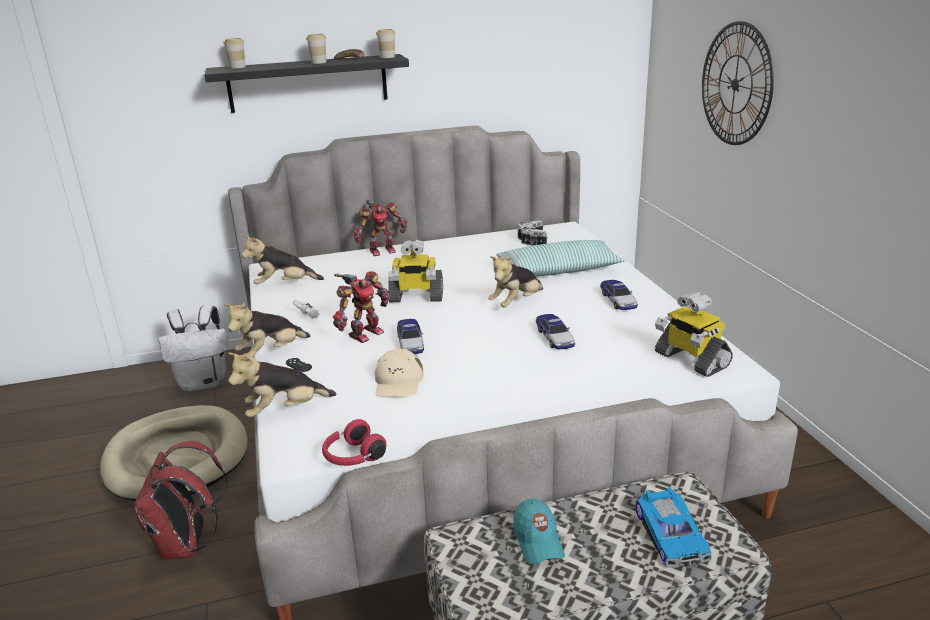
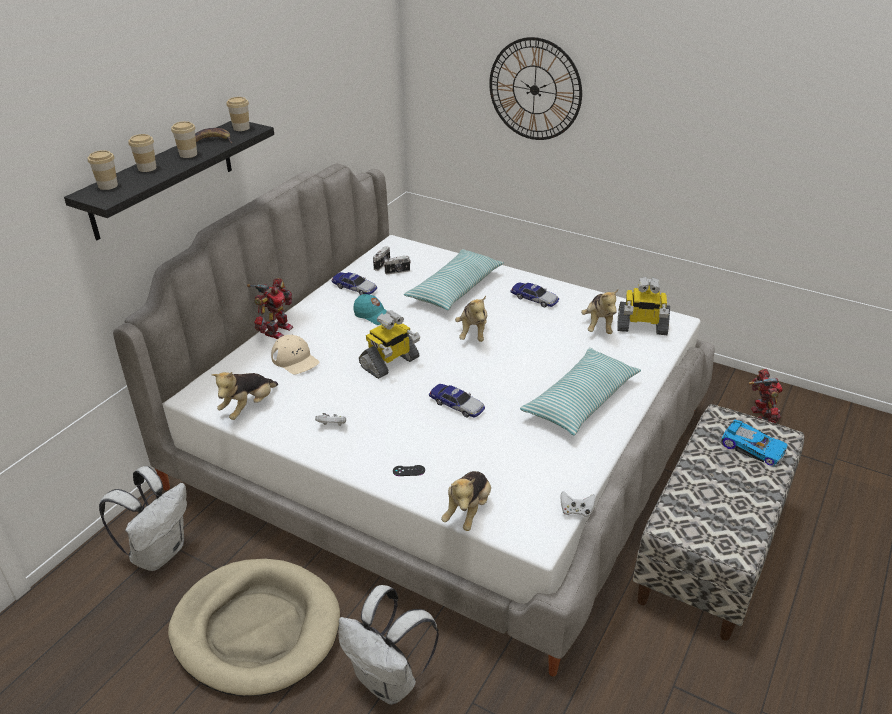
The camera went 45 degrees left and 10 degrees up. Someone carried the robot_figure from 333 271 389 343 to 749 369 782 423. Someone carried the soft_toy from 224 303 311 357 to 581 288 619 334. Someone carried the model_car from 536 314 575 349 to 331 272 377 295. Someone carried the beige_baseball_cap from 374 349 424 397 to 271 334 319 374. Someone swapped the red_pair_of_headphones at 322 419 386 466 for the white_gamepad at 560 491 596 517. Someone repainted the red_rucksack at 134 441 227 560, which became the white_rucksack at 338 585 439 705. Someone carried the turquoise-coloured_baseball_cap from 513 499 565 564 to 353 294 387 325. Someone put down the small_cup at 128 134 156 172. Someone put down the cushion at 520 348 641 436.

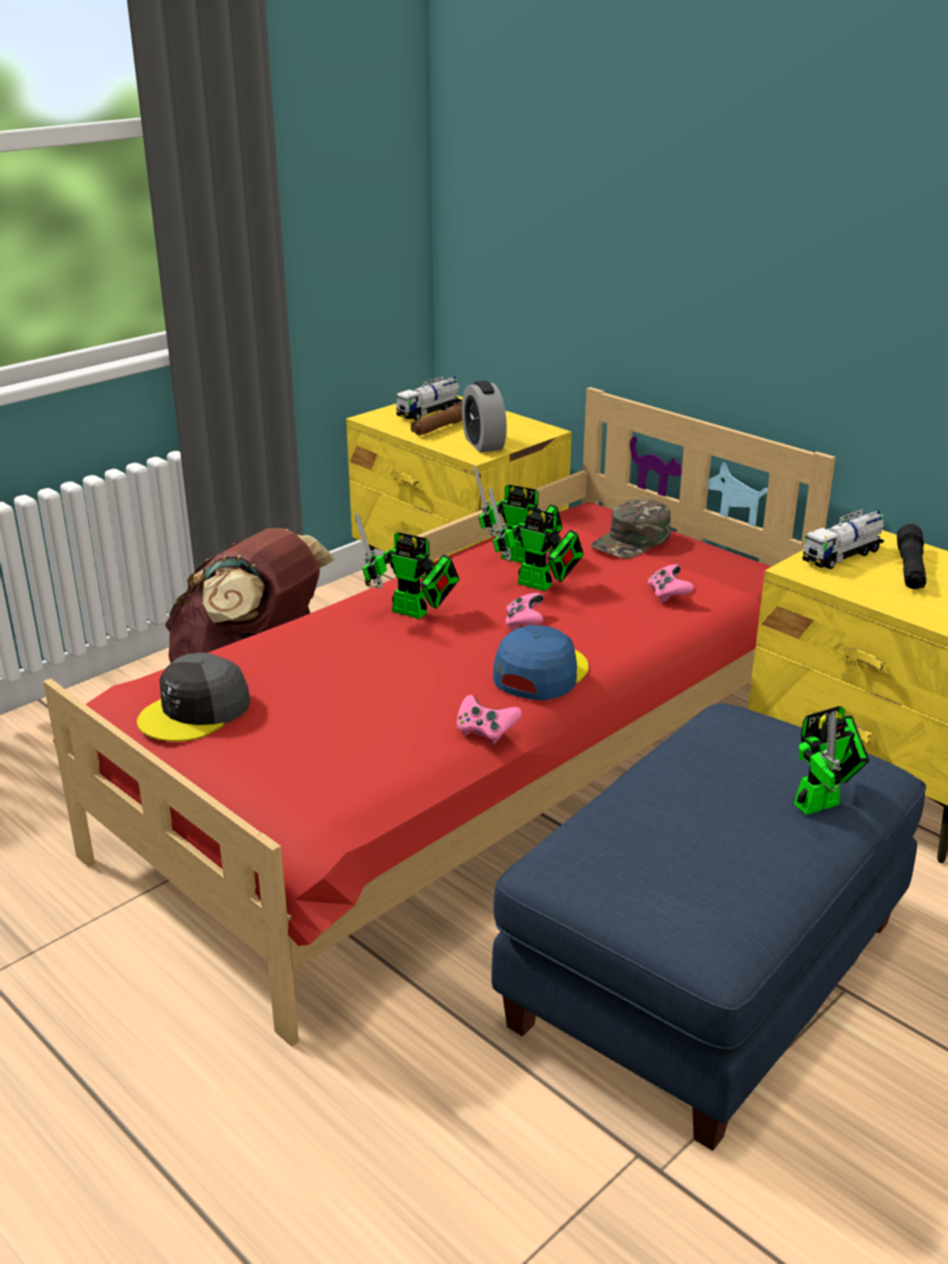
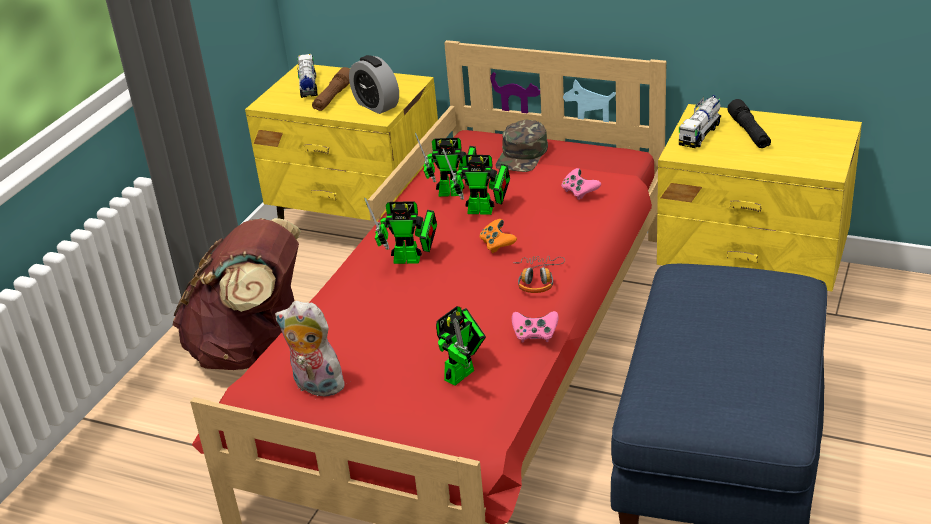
The camera went 20 degrees left and 5 degrees up. Someone rotated the toy_truck at 396 376 462 420 by 150 degrees clockwise. Someone repainted the pinkish_gamepad at 505 593 543 631, which became the orange_gamepad at 479 219 517 253. Someone swapped the blue-coloured_baseball_cap at 493 625 589 700 for the pair_of_headphones at 516 256 565 293. Someone swapped the gray_baseball_cap at 137 652 250 742 for the soft_toy at 275 301 347 397. Someone carried the robot_figure from 794 706 869 815 to 436 306 486 386.

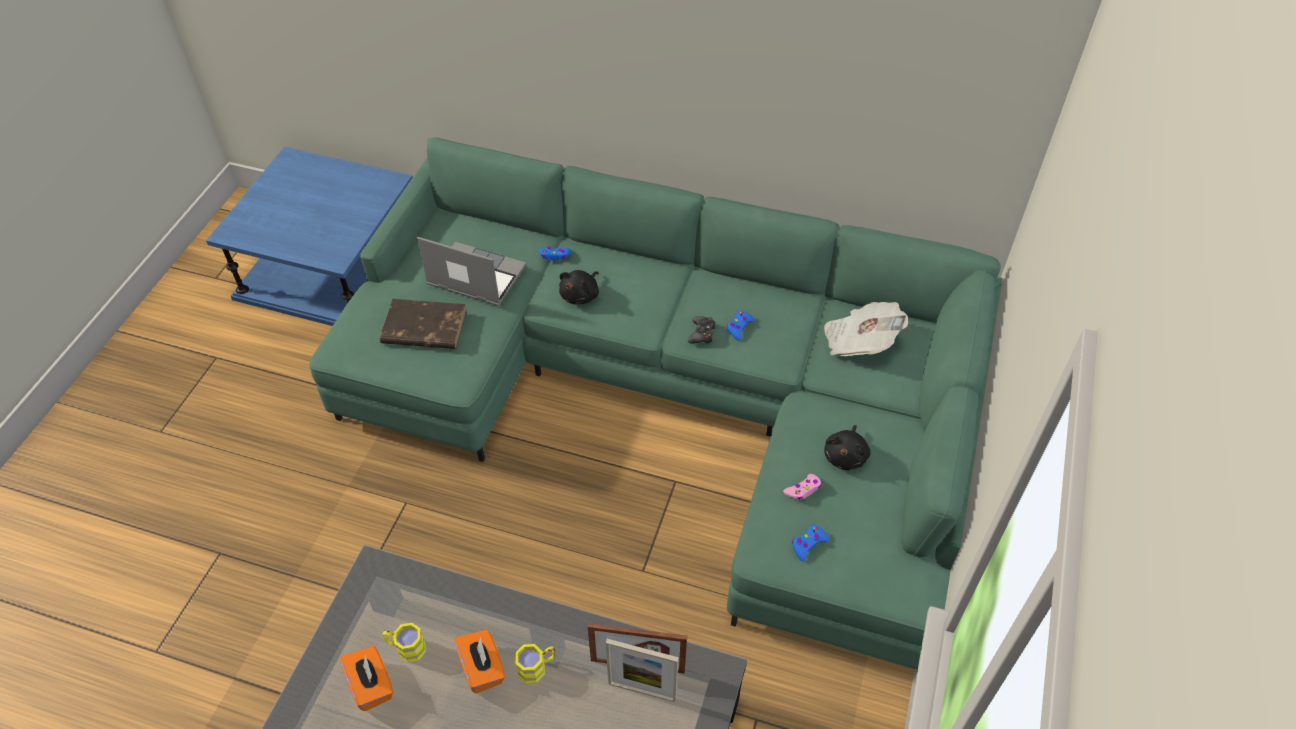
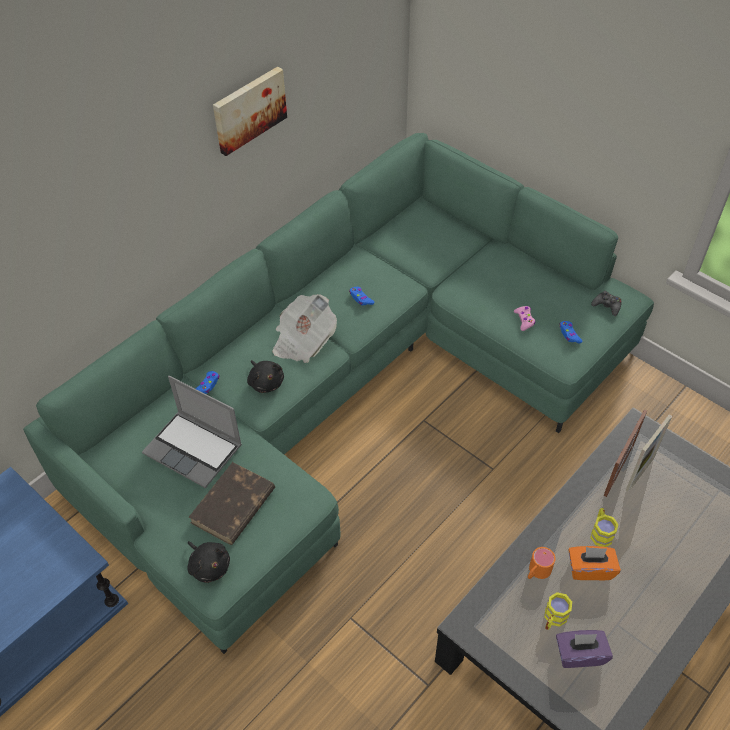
The camera went 65 degrees left and 0 degrees up. Someone rotated the laptop at 417 237 526 306 by 105 degrees counterclockwise. Someone carried the newspaper from 824 302 908 356 to 273 294 337 363. Someone carried the black-coloured_gamepad from 688 316 716 344 to 591 291 621 316. Someone carried the black-coloured_soft_toy from 824 425 871 470 to 187 541 230 583. Someone repainted the orange_tissue_holder at 340 646 394 711, which became the purplish_tissue_holder at 556 630 613 668. Someone put up the picture at 213 67 287 156. Someone put down the orange_mug at 528 547 556 579.

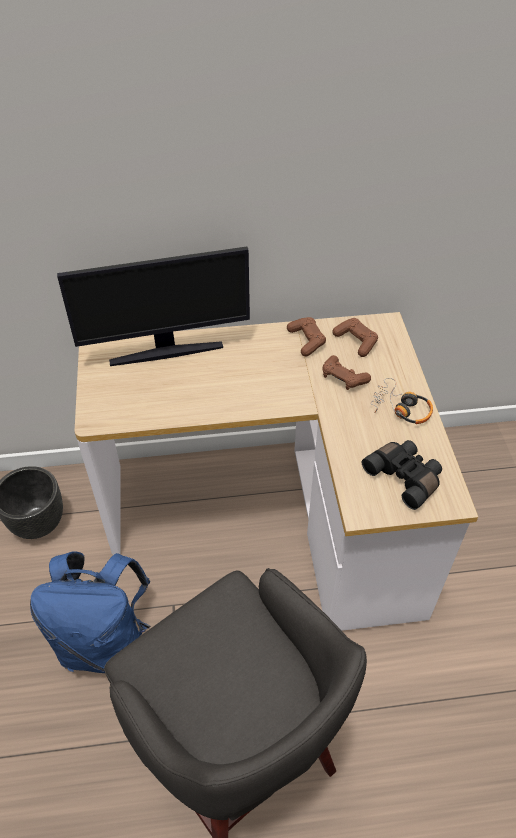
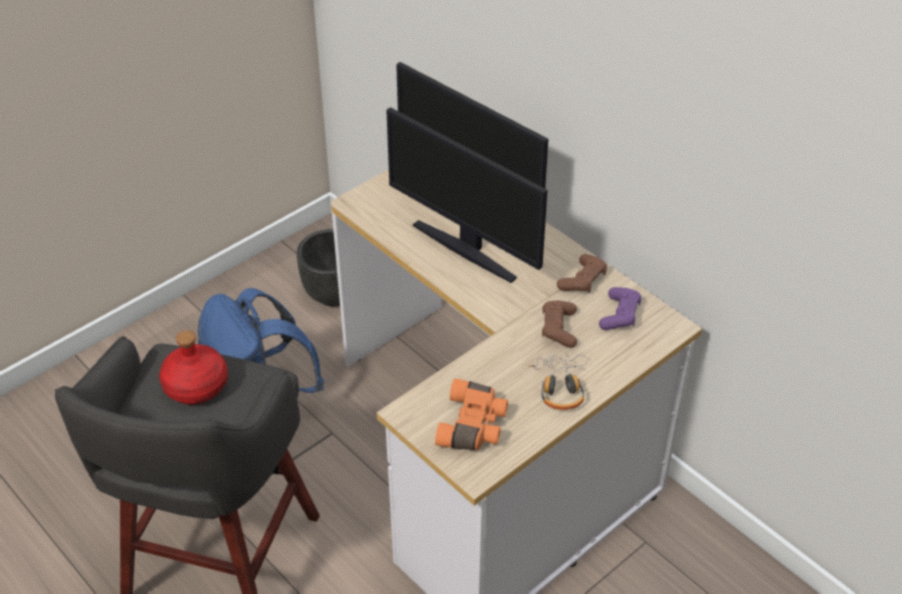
The camera went 55 degrees right and 5 degrees down. Someone repainted the brown-coloured_gamepad at 333 318 378 357, which became the purplish_gamepad at 599 287 641 330. Someone repainted the black-coloured_pair_of_binoculars at 362 440 442 510, which became the orange_pair_of_binoculars at 435 378 508 450. Someone put down the computer_display at 386 107 548 283. Someone put down the red_drink_bottle at 159 330 228 404.

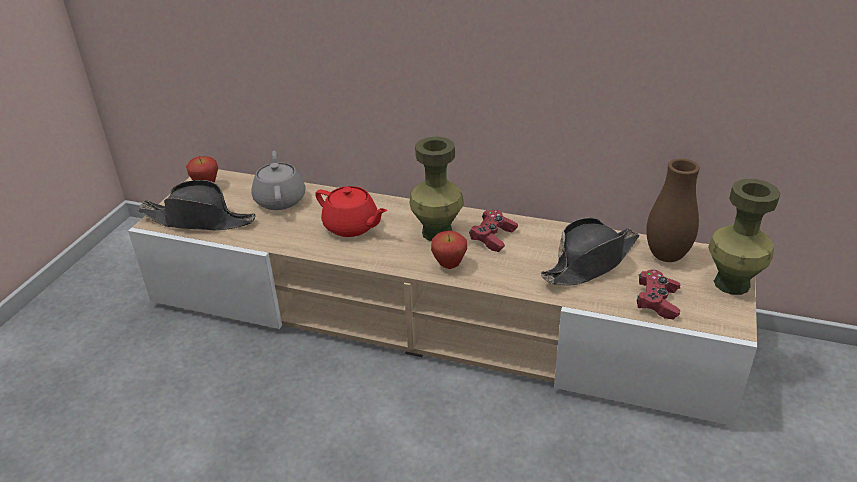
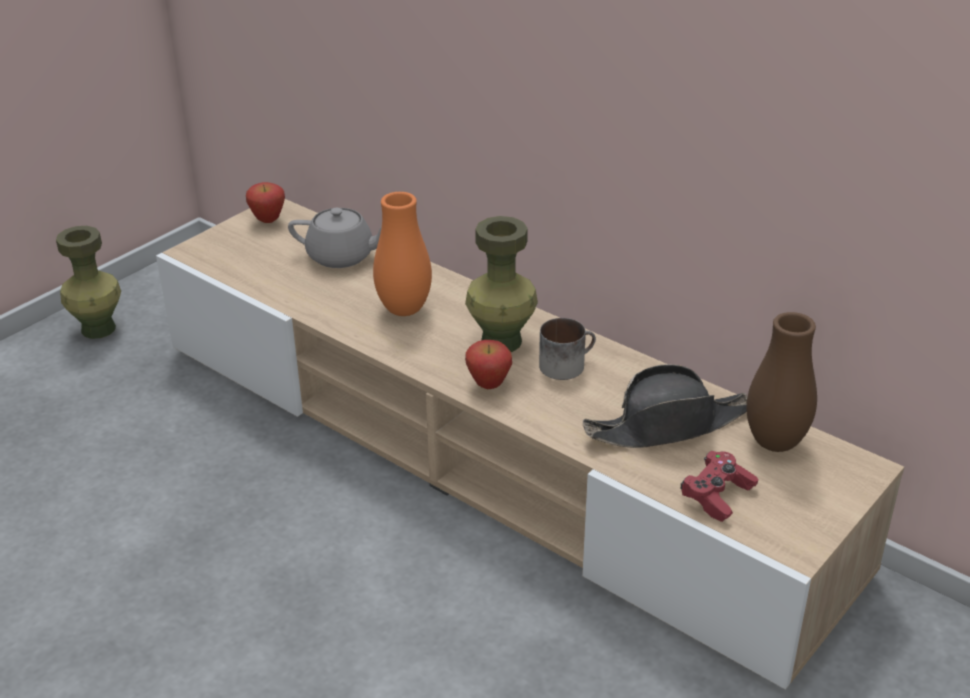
The camera went 20 degrees right and 0 degrees up. Someone rotated the gray_teapot at 251 151 305 210 by 90 degrees clockwise. Someone carried the green-coloured_flower_vase from 708 179 780 295 to 56 226 121 339. Someone took away the black-coloured_hat at 138 180 256 230. Someone swapped the red_teapot at 315 186 387 237 for the orange_flower_vase at 373 192 432 316. Someone swapped the red_gamepad at 469 210 518 252 for the mug at 539 318 596 380.

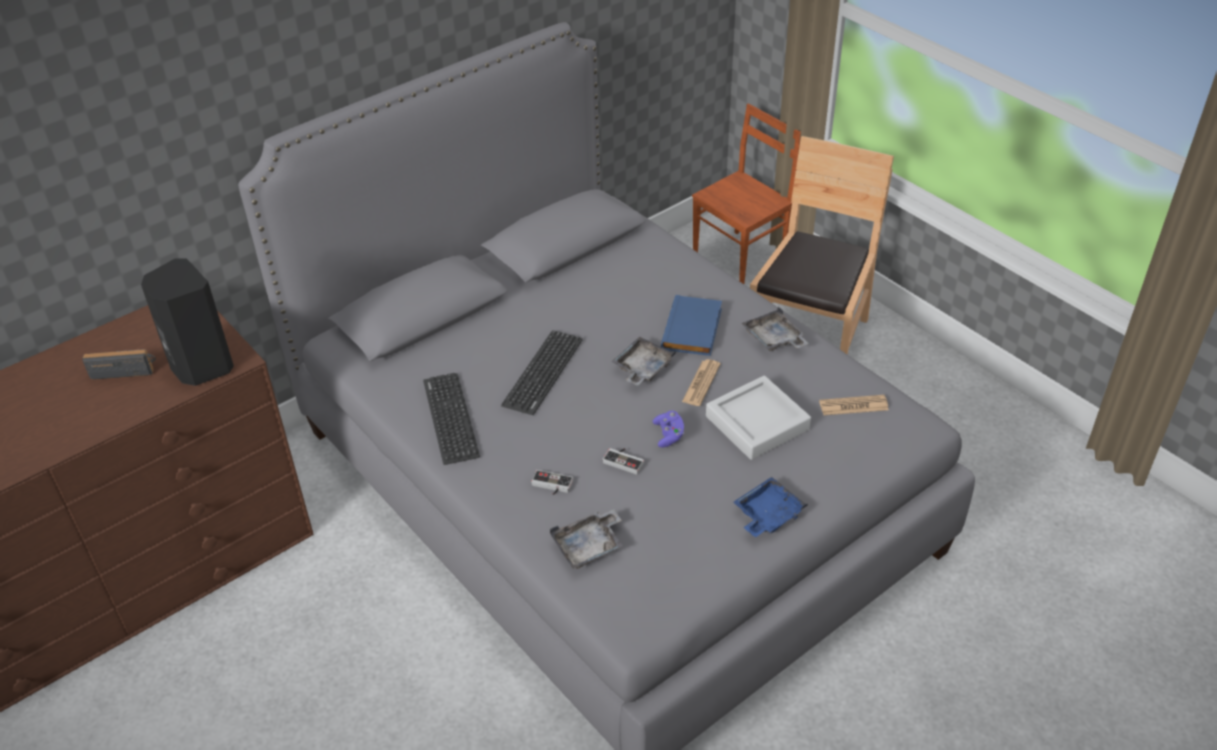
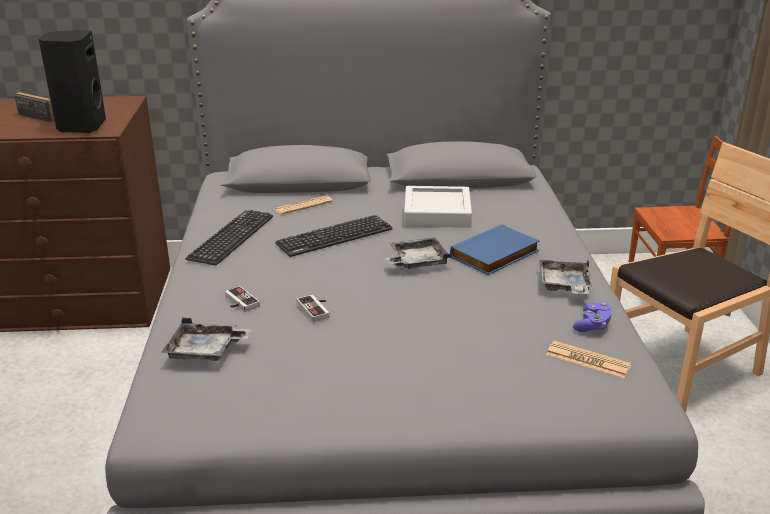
The camera went 35 degrees right and 15 degrees down. Someone carried the newspaper from 682 359 721 406 to 275 195 332 215. Someone carried the gray_carrying_tray from 706 375 811 460 to 404 186 472 228. Someone carried the purplish_gamepad from 652 411 684 448 to 573 302 612 332. Someone took away the blue-coloured_carrying_tray at 733 477 808 537.

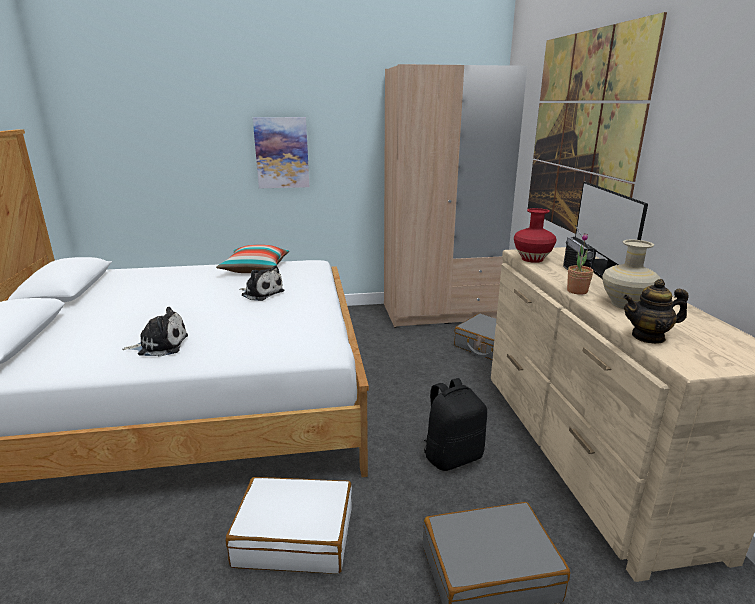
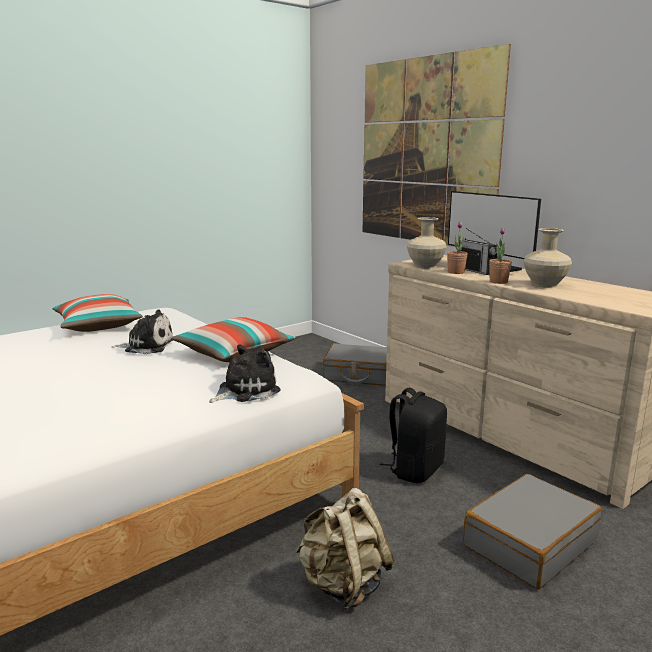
The camera went 30 degrees left and 5 degrees down. Someone took away the beige_wardrobe at 384 64 527 328. Someone took away the picture at 253 117 309 188. Someone repainted the red_flower_vase at 514 208 556 263, which became the beige_flower_vase at 407 217 447 269. Someone took away the teapot at 623 279 689 344. Someone carried the soft_toy from 122 307 188 357 to 209 344 281 403. Someone swapped the white_travel_case at 225 477 352 574 for the beige_rucksack at 295 488 394 609. Someone put down the plant_in_a_pot at 447 222 468 274. Someone put down the cushion at 171 317 295 362.

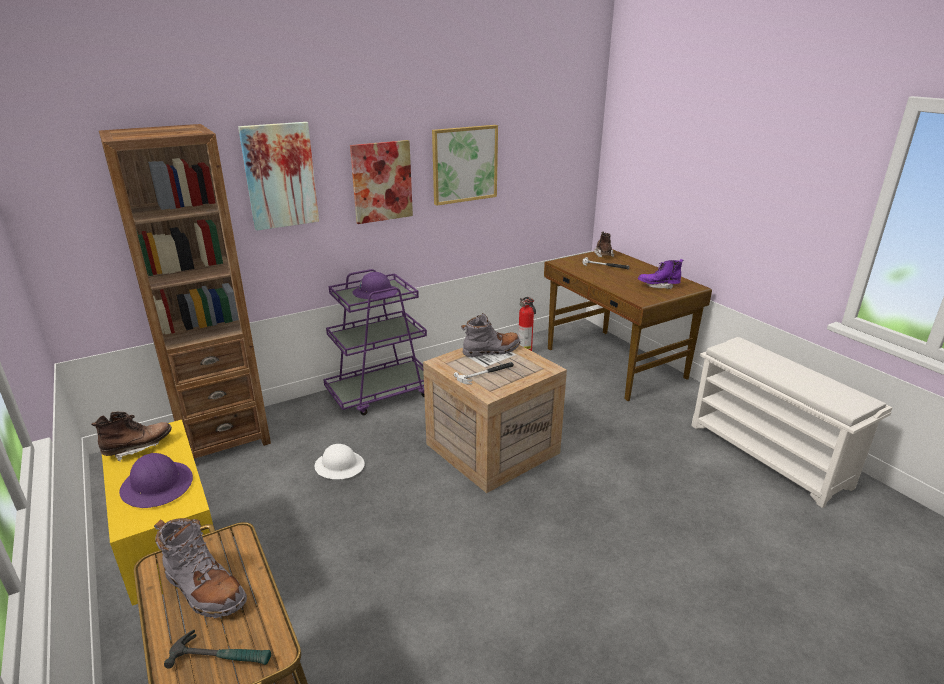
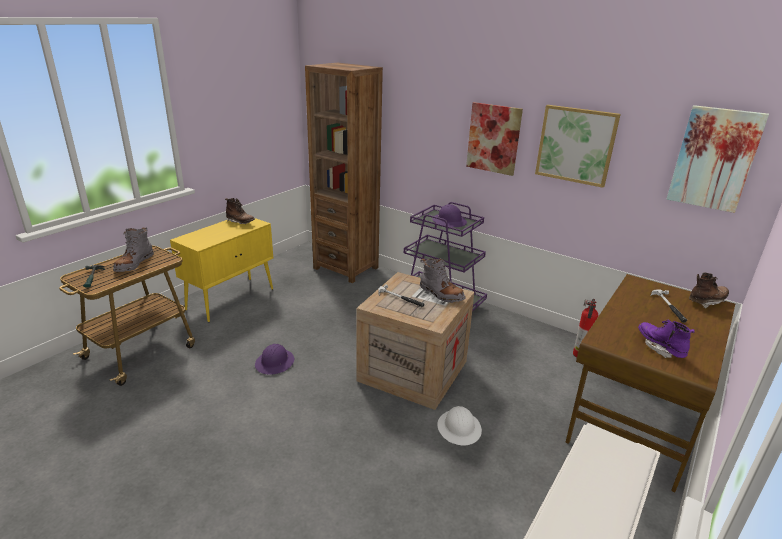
The camera went 65 degrees right and 0 degrees up. Someone carried the picture from 238 122 319 231 to 667 105 769 213. Someone carried the white_safety_helmet from 315 444 365 479 to 437 406 482 445. Someone carried the purplish_safety_helmet from 119 453 193 508 to 255 344 294 375.

